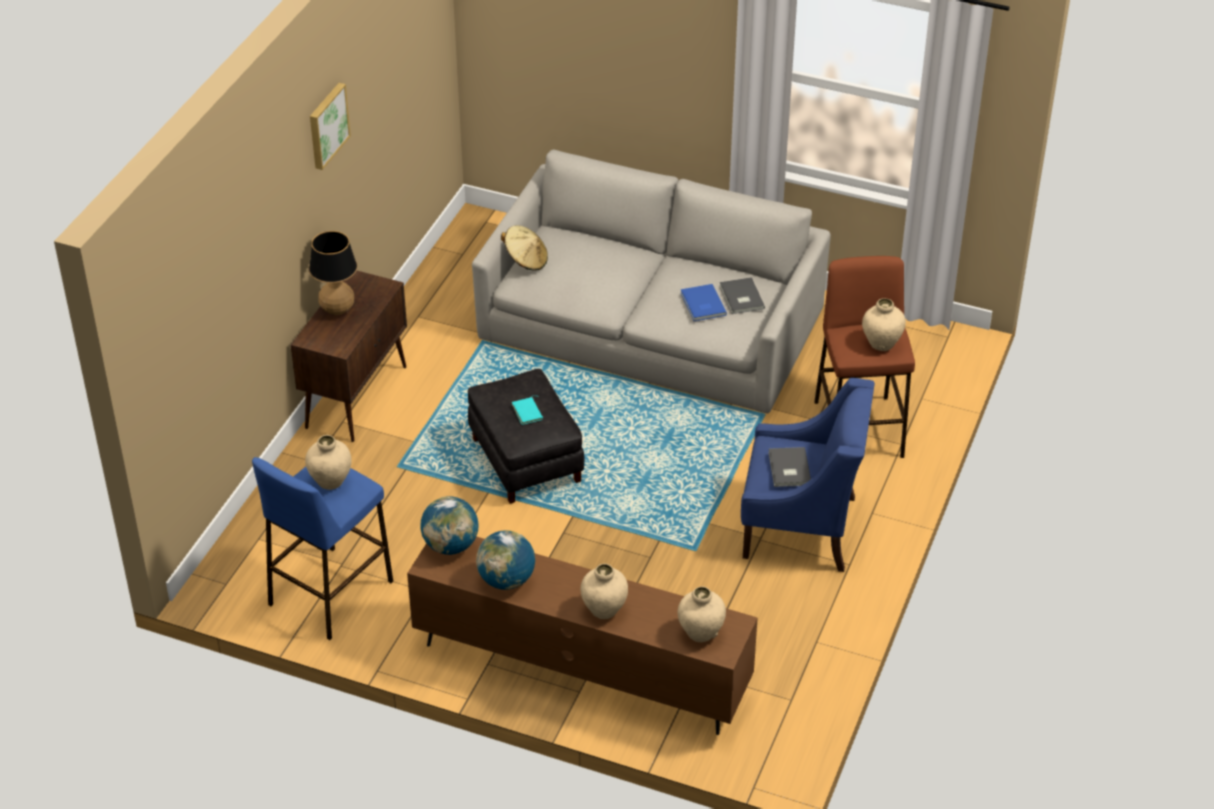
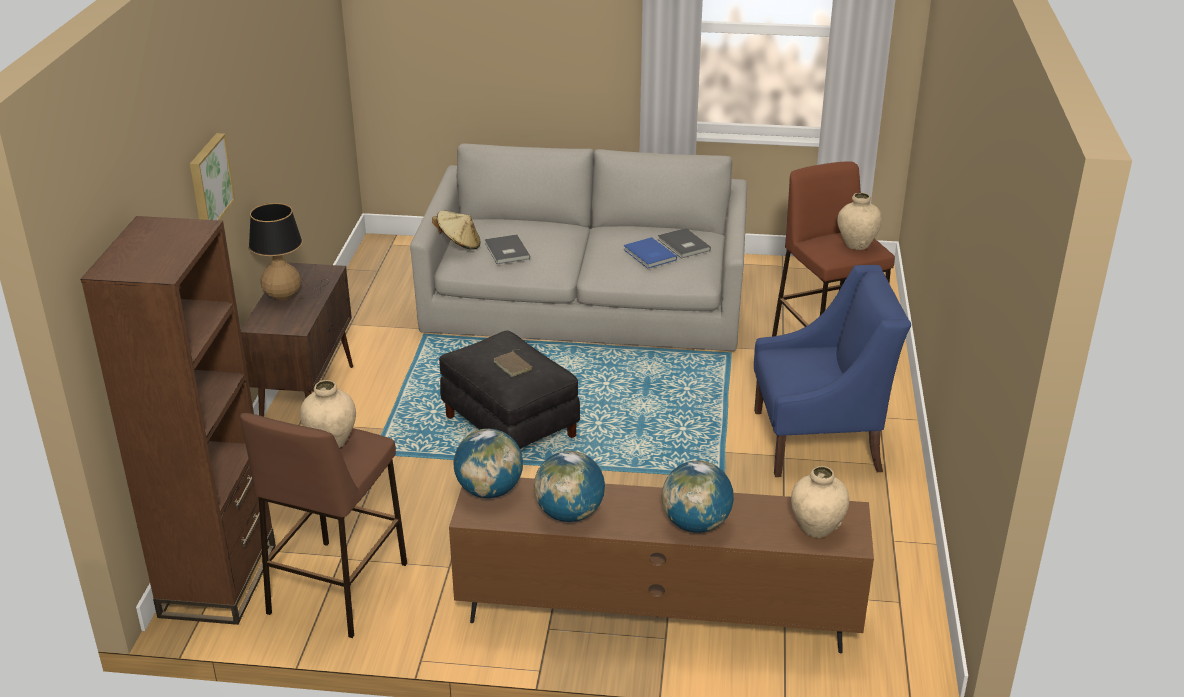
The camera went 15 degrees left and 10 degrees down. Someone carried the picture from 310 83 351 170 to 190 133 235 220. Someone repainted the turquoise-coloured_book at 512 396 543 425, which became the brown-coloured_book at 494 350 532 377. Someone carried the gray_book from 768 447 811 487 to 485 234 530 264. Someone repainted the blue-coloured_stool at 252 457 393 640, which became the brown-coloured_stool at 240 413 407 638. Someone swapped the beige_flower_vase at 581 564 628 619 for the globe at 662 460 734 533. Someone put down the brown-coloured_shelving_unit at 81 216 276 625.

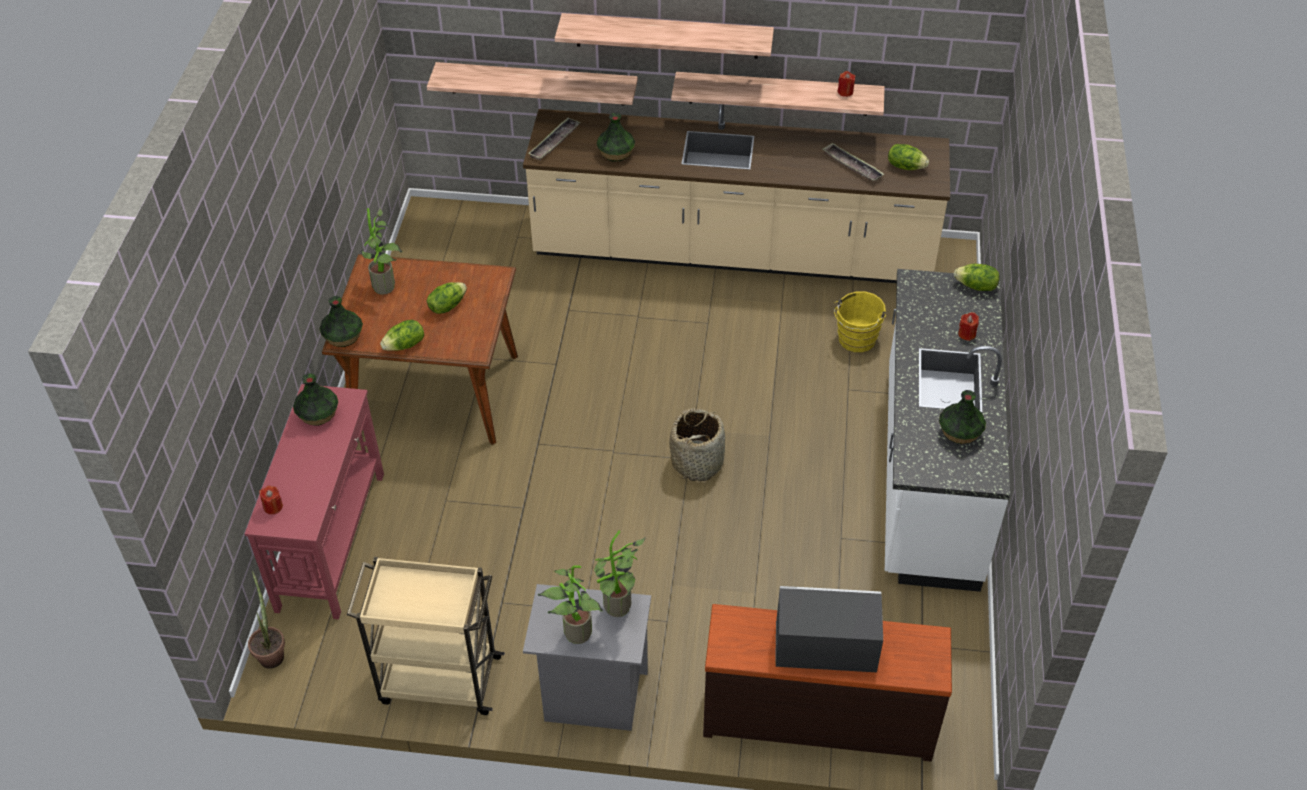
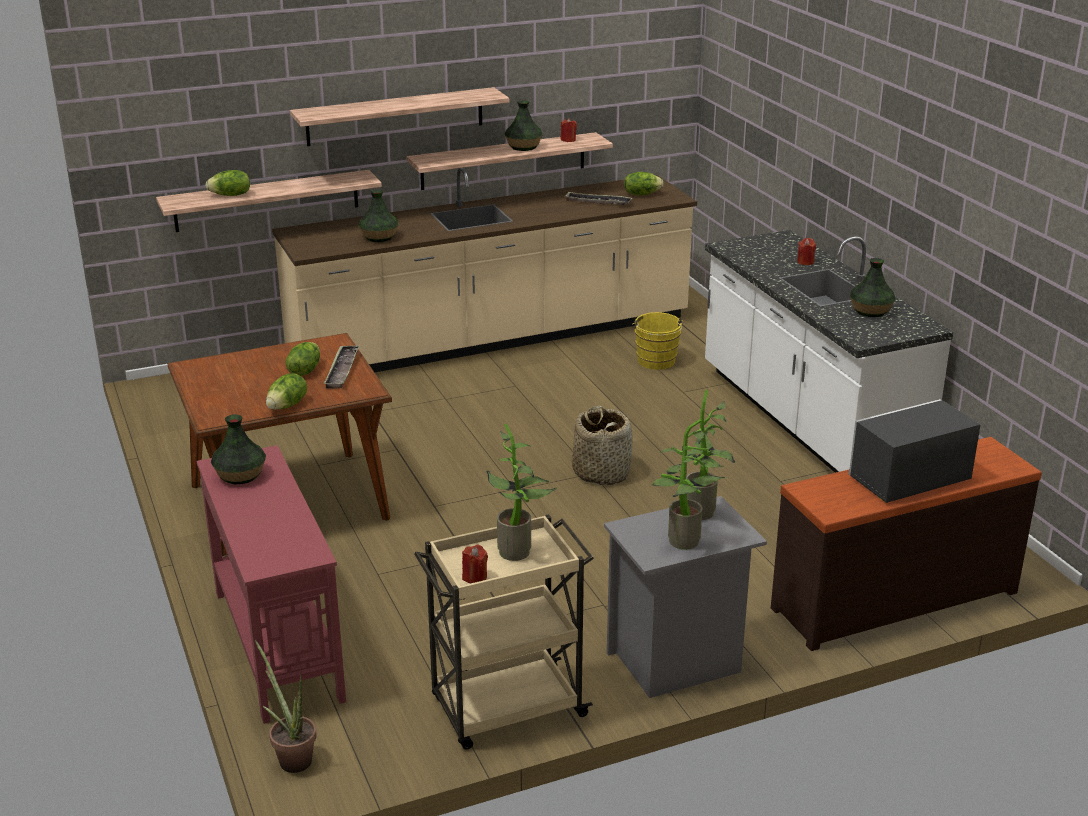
The camera went 30 degrees left and 20 degrees down. Someone carried the carrying_tray from 528 118 581 161 to 324 345 360 389. Someone carried the plant_in_a_pot from 361 208 402 295 to 486 424 557 561. Someone carried the head_of_lettuce from 954 264 999 291 to 205 170 250 196. Someone carried the flower_vase from 320 296 363 347 to 505 101 543 151. Someone carried the red_candle from 259 486 283 514 to 462 545 488 583.

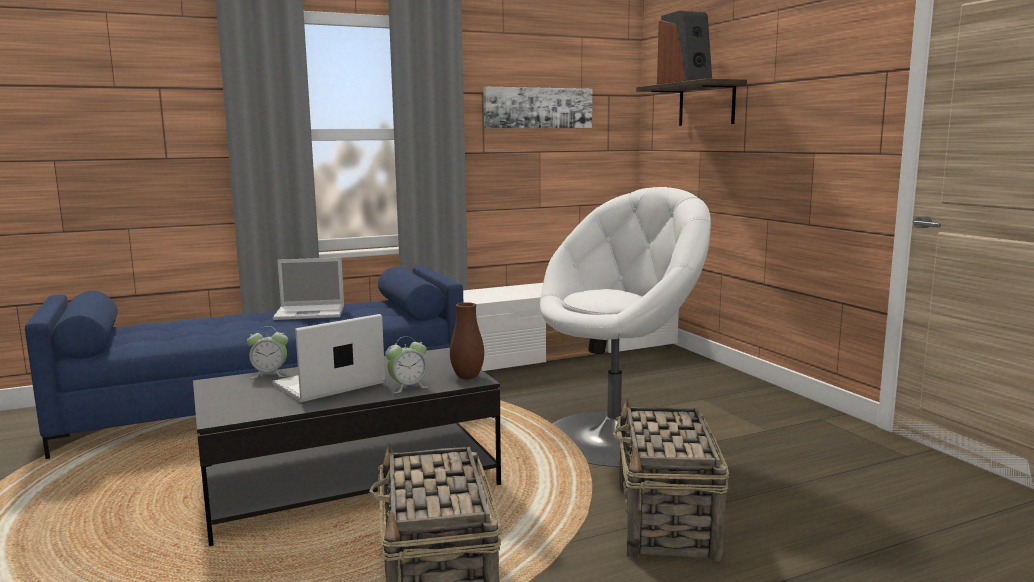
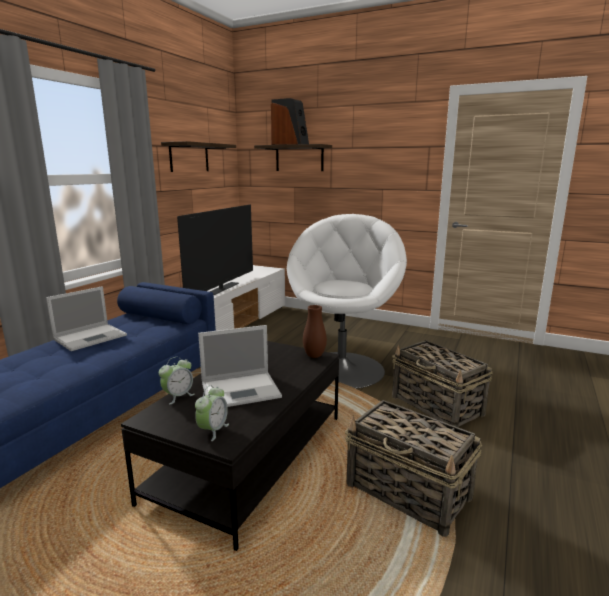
The camera went 40 degrees left and 5 degrees up. Someone swapped the picture at 484 87 592 128 for the bracket_shelf at 161 141 236 172. Someone rotated the laptop at 272 314 385 402 by 120 degrees counterclockwise. Someone carried the table_clock from 385 336 428 393 to 195 385 229 441. Someone put down the TV at 177 205 253 295.

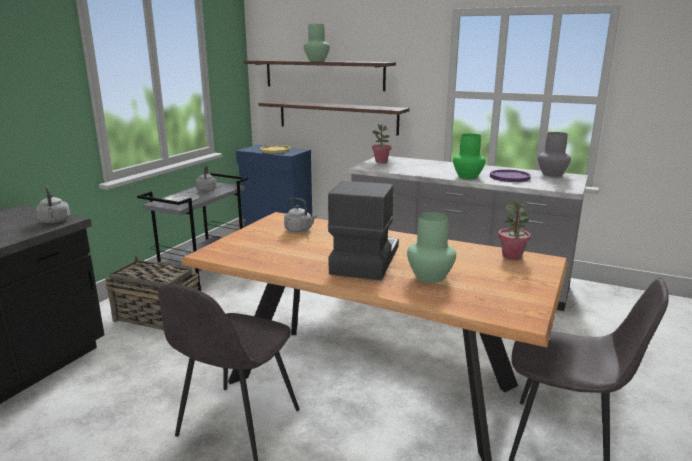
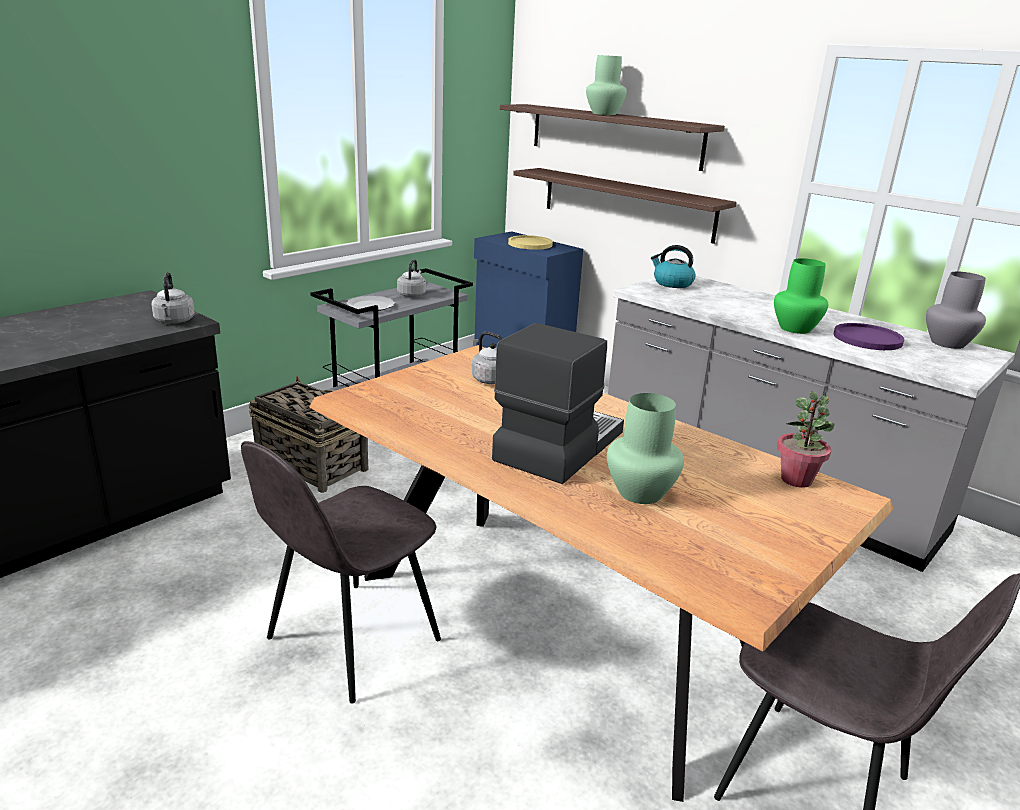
The camera went 15 degrees right and 5 degrees up. Someone swapped the plant_in_a_pot at 372 124 391 163 for the water_kettle at 651 245 695 288.

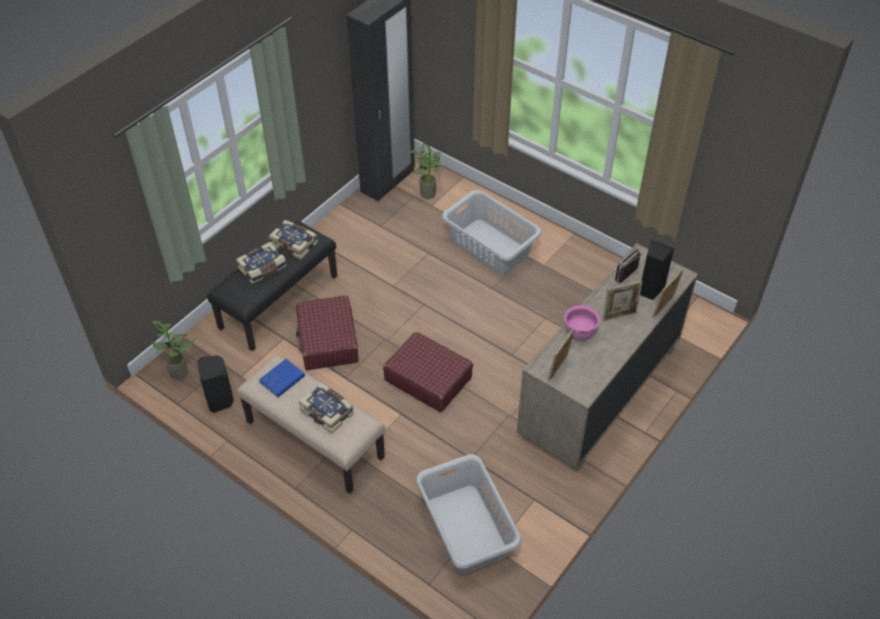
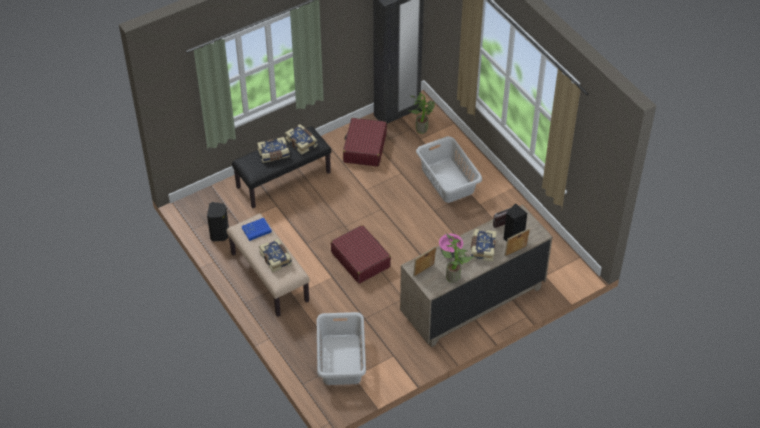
The camera went 20 degrees right and 0 degrees up. Someone swapped the picture_frame at 603 281 642 321 for the book at 471 229 496 261. Someone carried the red_travel_case from 296 296 358 370 to 343 118 387 167. Someone carried the plant_in_a_pot from 151 320 195 380 to 440 233 474 283.

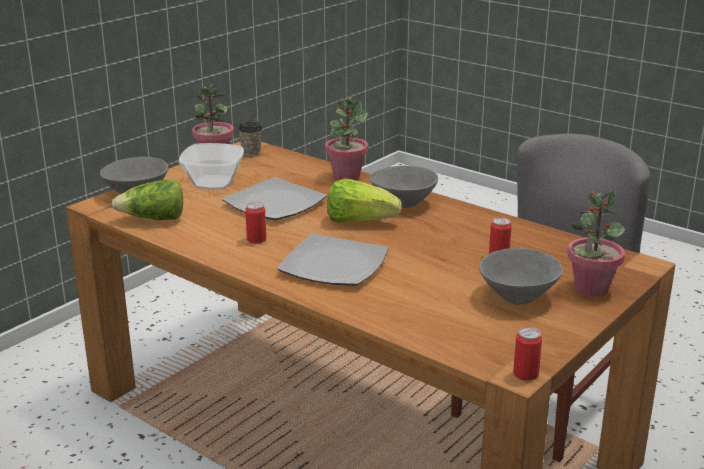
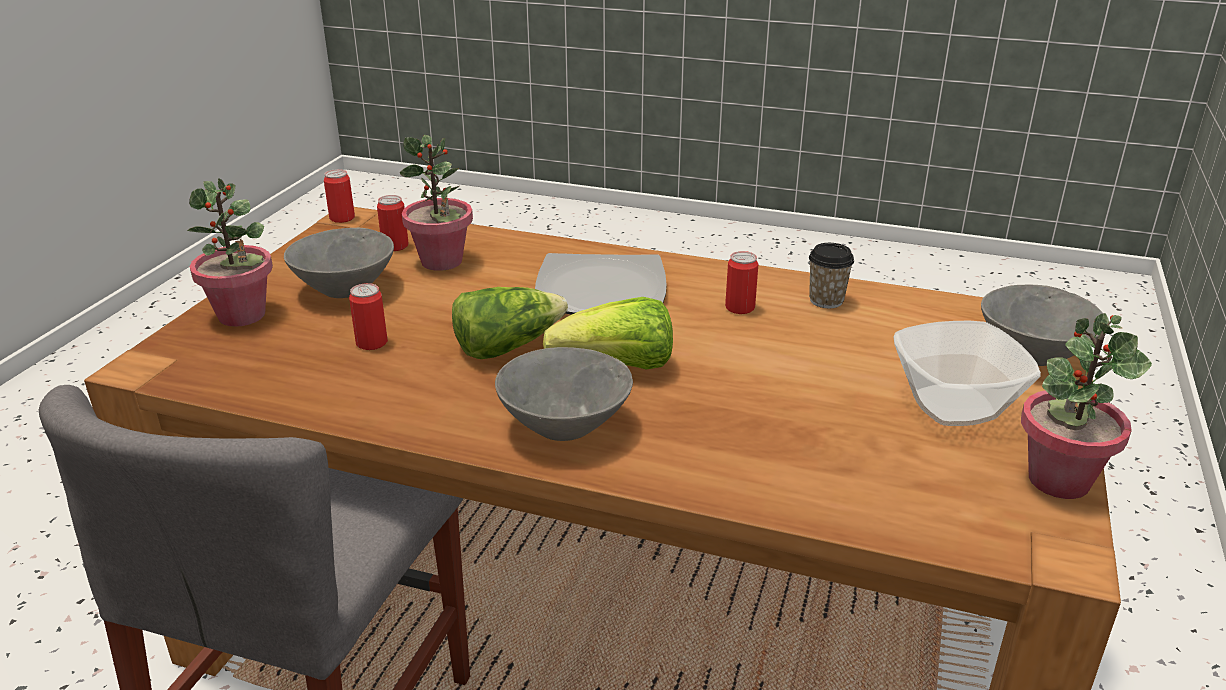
The camera went 160 degrees right and 5 degrees up. Someone carried the plant_in_a_pot from 325 97 368 180 to 400 135 473 271. Someone carried the small_cup from 238 121 262 156 to 809 243 854 308. Someone took away the flat_dish at 222 177 327 220. Someone carried the head_of_lettuce from 112 180 183 220 to 452 287 568 359. Someone put down the can at 377 195 409 251.

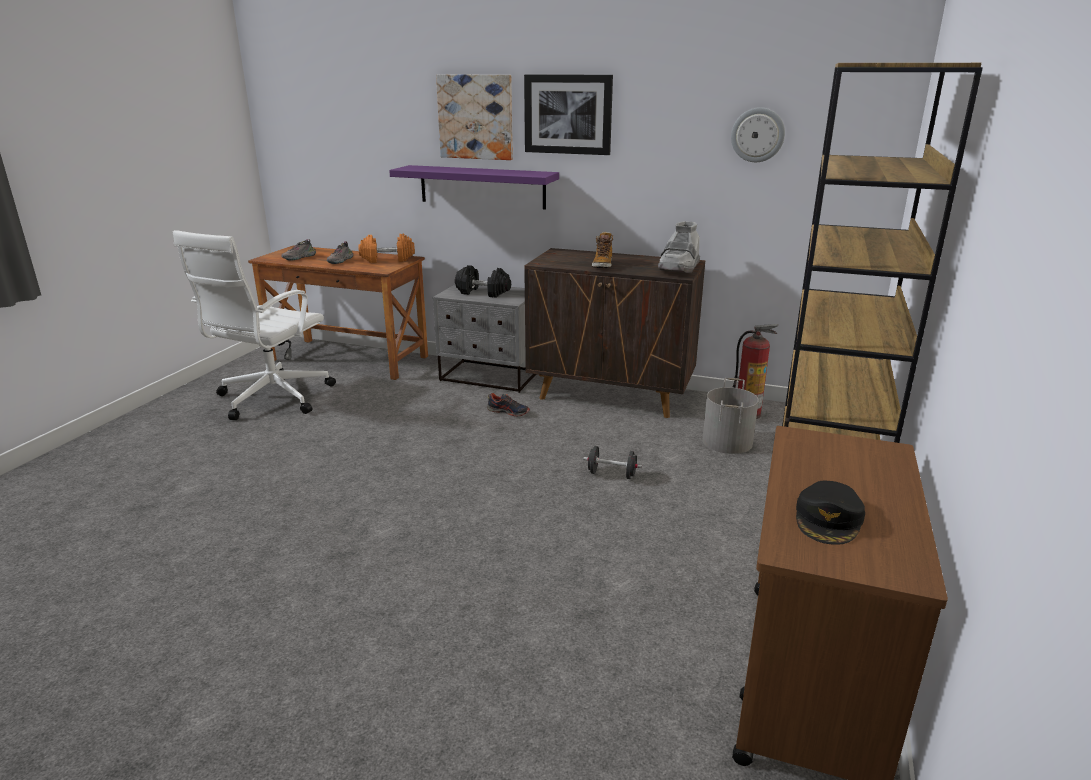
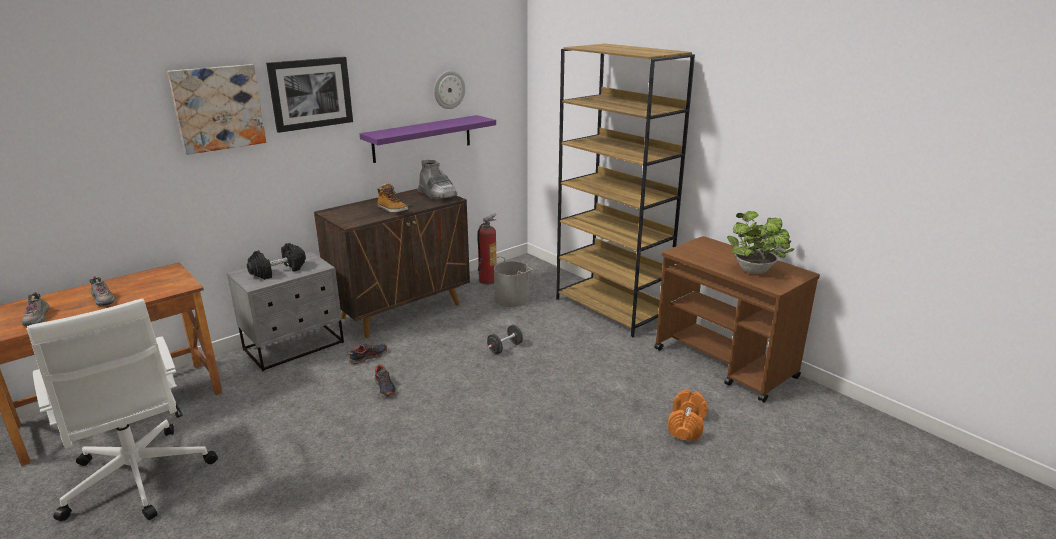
The camera went 60 degrees left and 0 degrees up. Someone carried the purplish_bracket_shelf from 389 165 559 209 to 360 115 496 163. Someone carried the orange_free_weight from 358 233 415 263 to 668 390 708 441. Someone swapped the black-coloured_baseball_cap at 796 481 865 545 for the plant_in_a_pot at 727 211 794 274. Someone put down the item_of_footwear at 375 365 396 397.

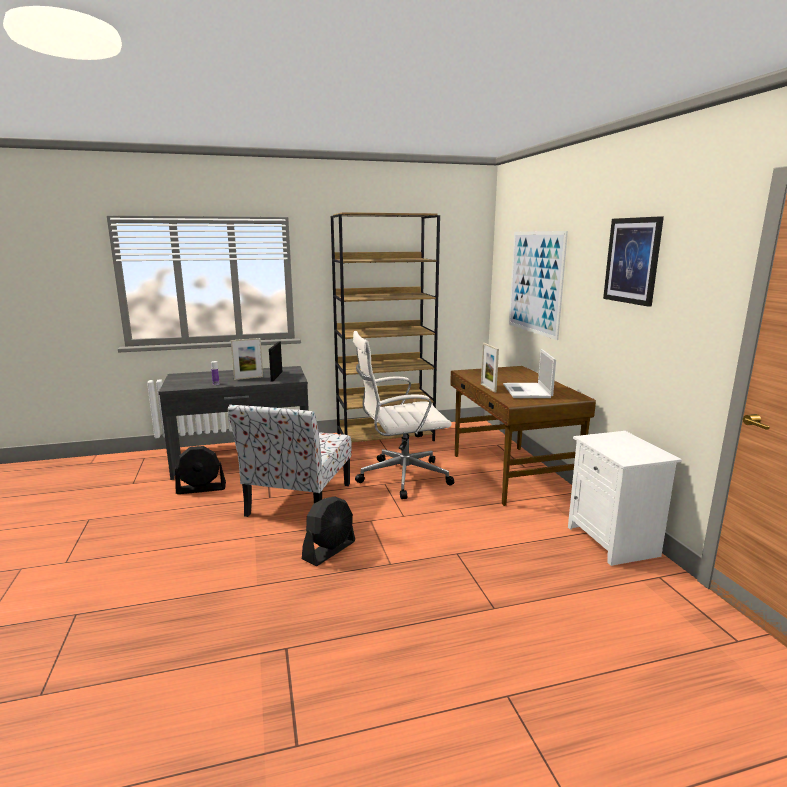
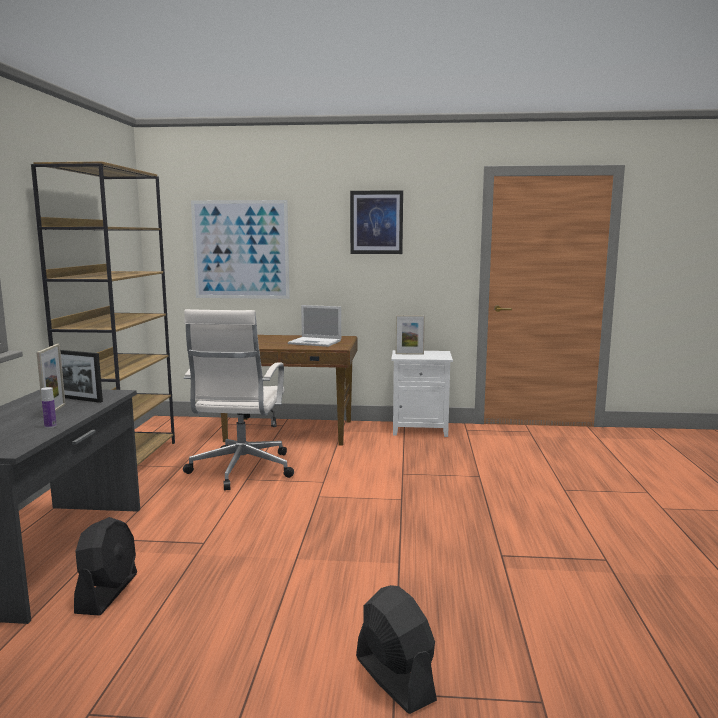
The camera went 70 degrees left and 5 degrees down. Someone carried the picture_frame from 481 343 499 393 to 396 315 425 355. Someone took away the upright_chair at 228 404 352 517. Someone carried the black-coloured_cooling_fan from 302 496 355 566 to 356 585 437 714.

